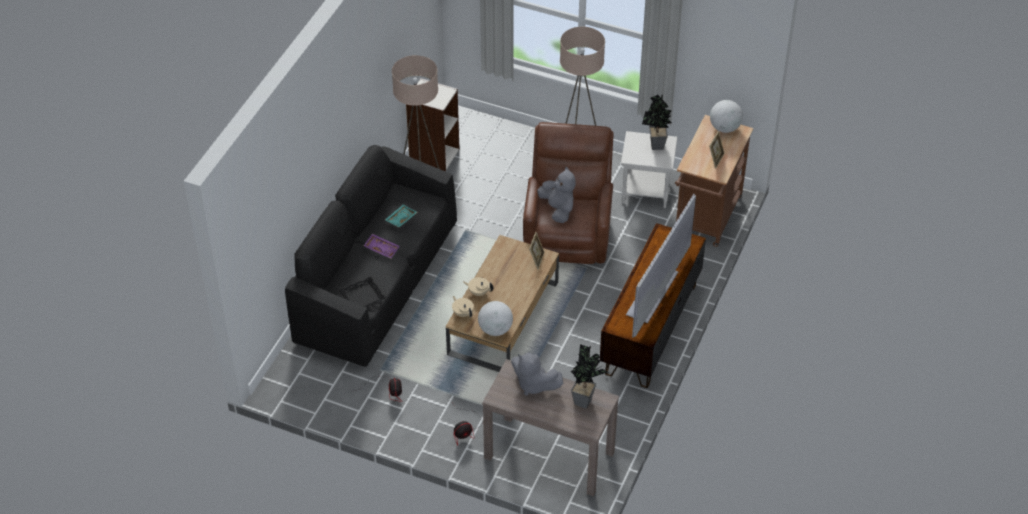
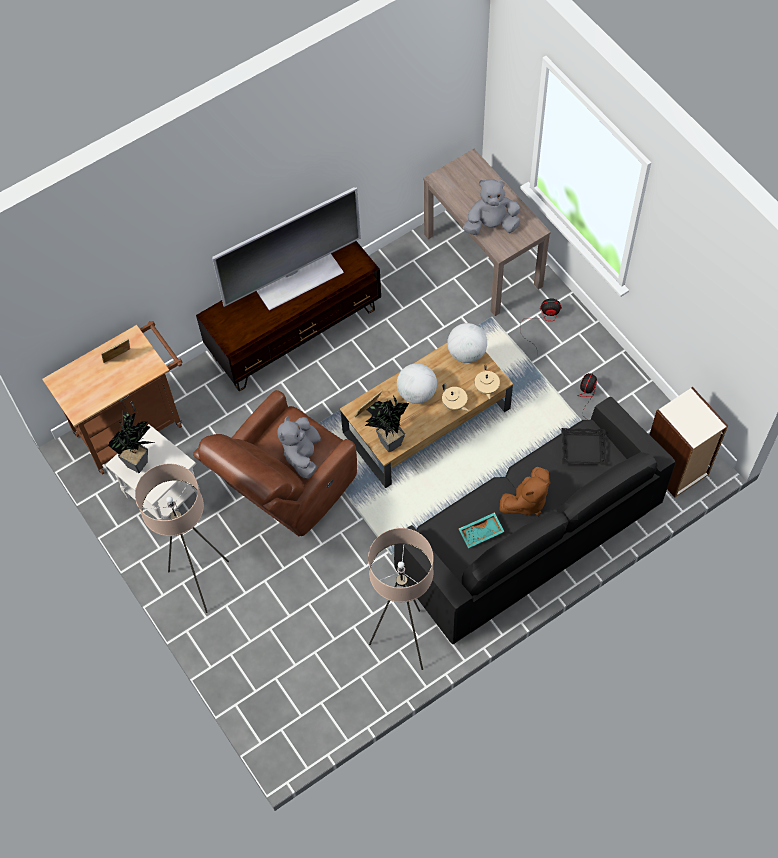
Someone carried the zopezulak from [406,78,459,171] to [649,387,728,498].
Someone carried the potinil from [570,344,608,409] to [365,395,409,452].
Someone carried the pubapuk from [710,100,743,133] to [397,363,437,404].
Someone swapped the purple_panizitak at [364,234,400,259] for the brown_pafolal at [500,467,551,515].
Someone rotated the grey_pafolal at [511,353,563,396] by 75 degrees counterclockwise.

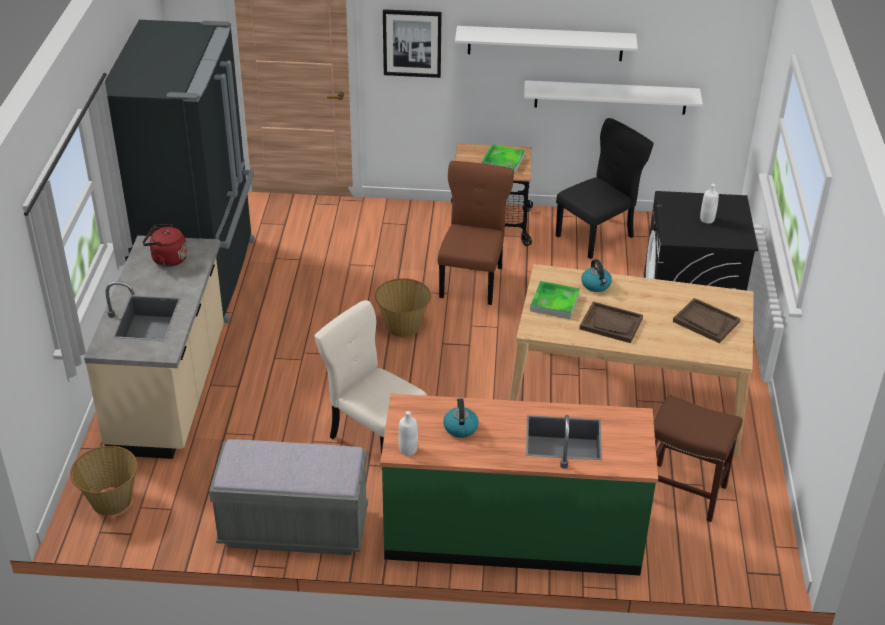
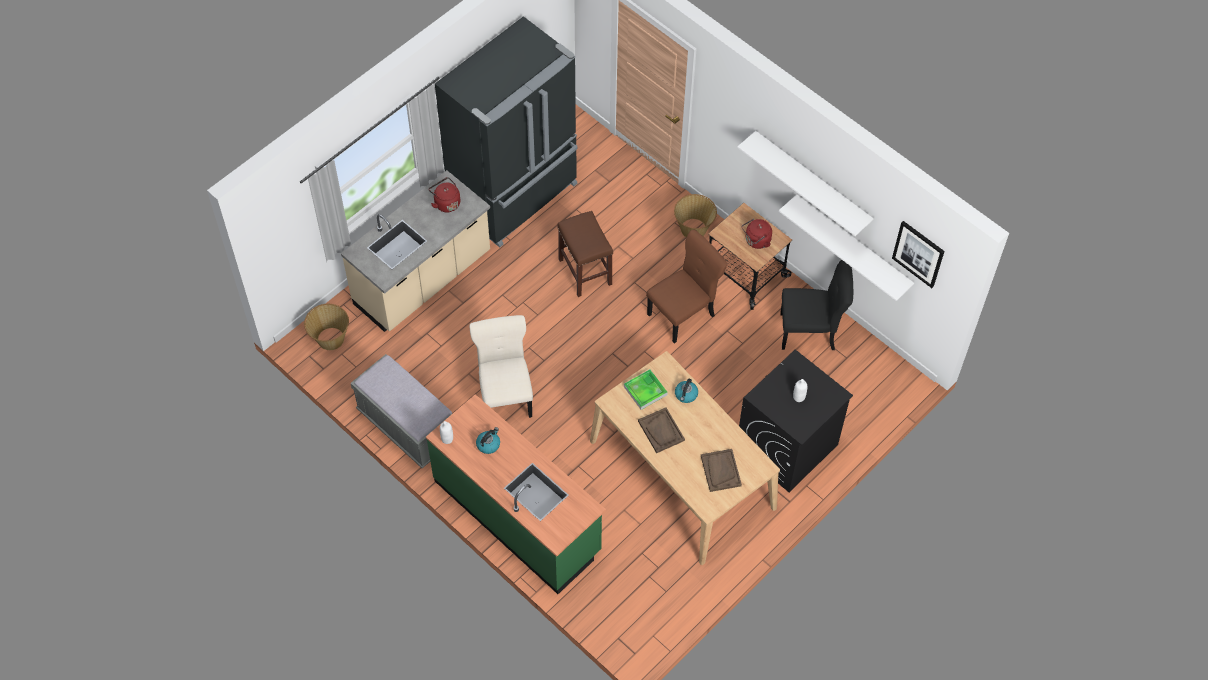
Someone carried the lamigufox from [375,278,431,337] to [674,194,717,238].
Someone carried the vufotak from [383,9,442,78] to [892,221,945,288].
Someone carried the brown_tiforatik from [654,394,742,522] to [558,211,613,297].
Someone swapped the panizitak at [482,144,525,174] for the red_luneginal at [742,219,772,249].

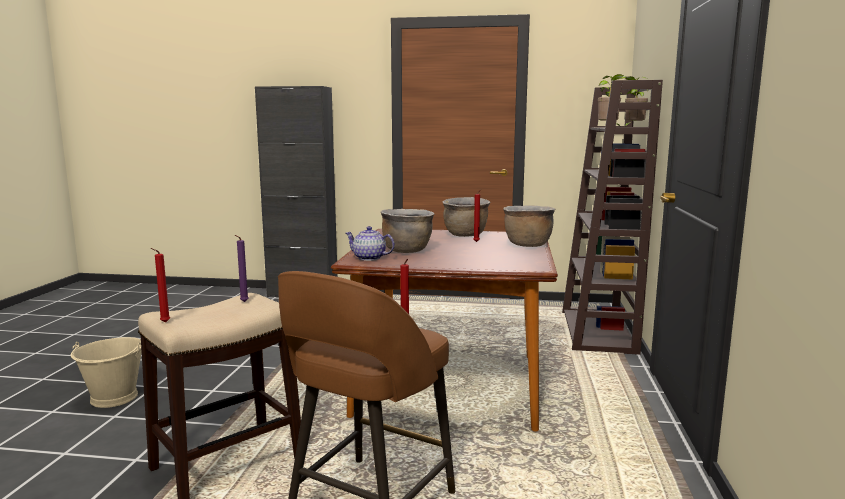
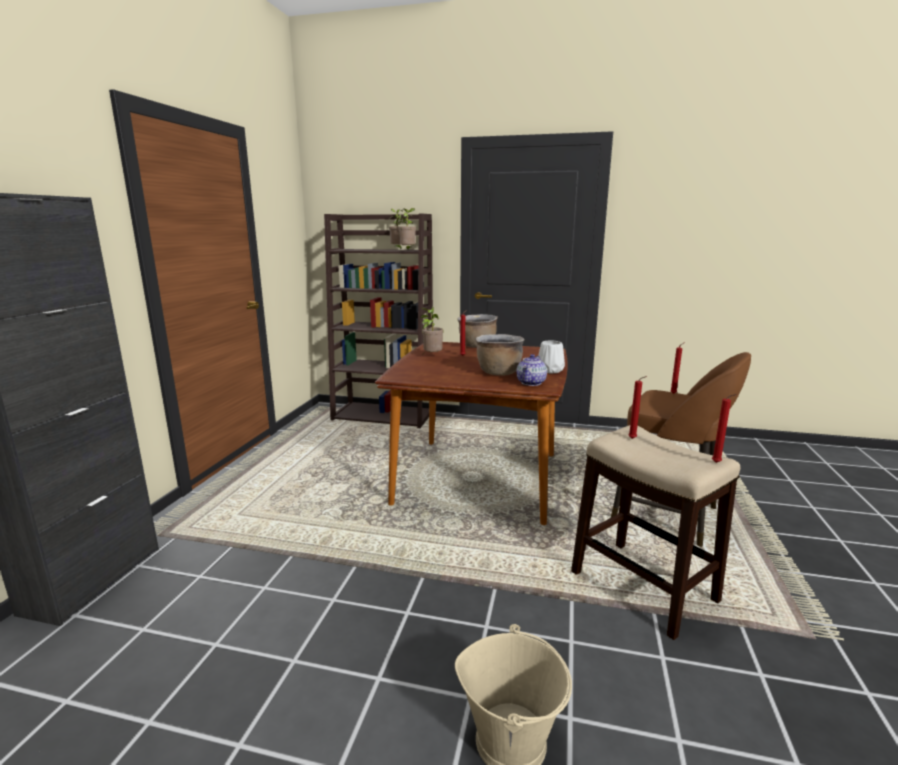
Someone put down the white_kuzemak at [538,340,565,373].
Someone swapped the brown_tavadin at [443,197,490,237] for the potinil at [421,307,444,354].
Someone repainted the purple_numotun at [235,235,249,302], which became the red_numotun at [628,376,647,439].

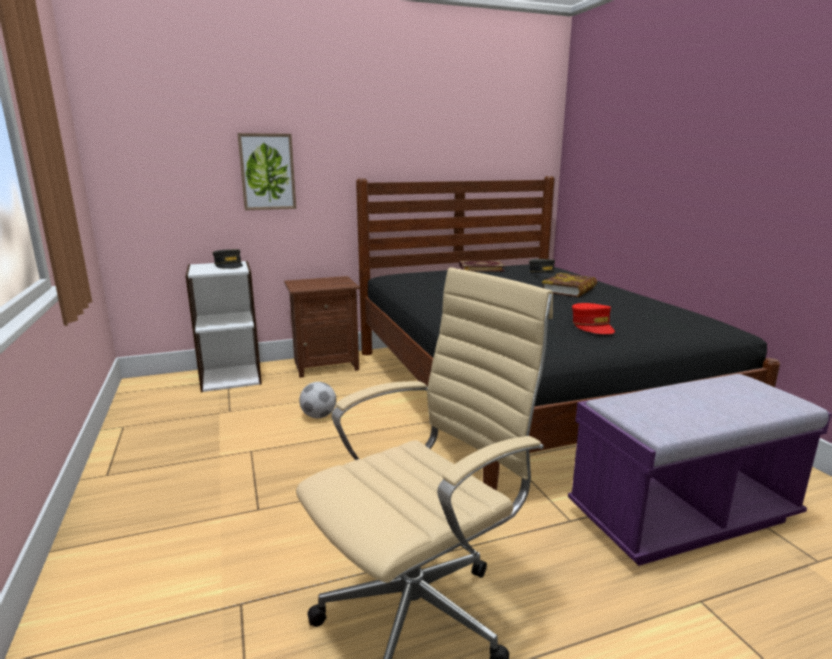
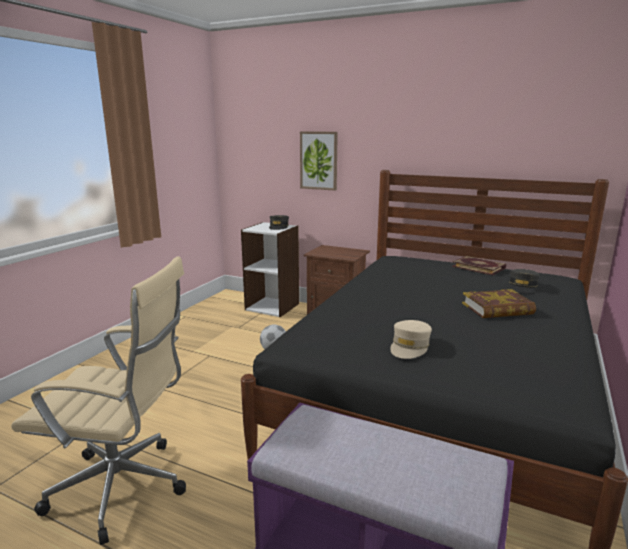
Someone repainted the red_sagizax at [572,303,615,334], which became the beige_sagizax at [390,320,432,359].

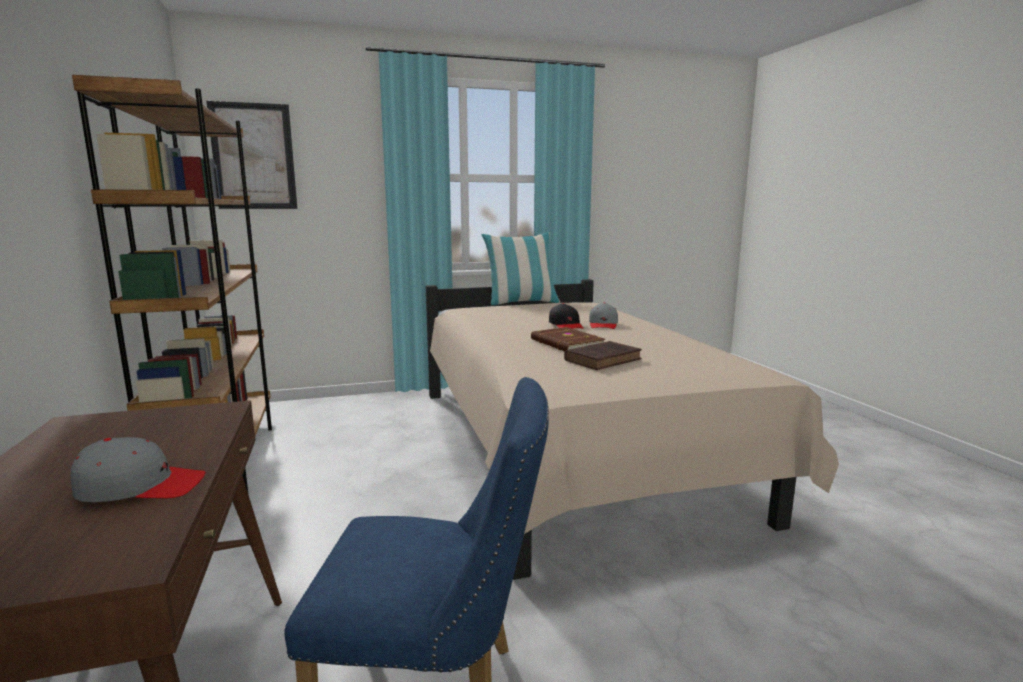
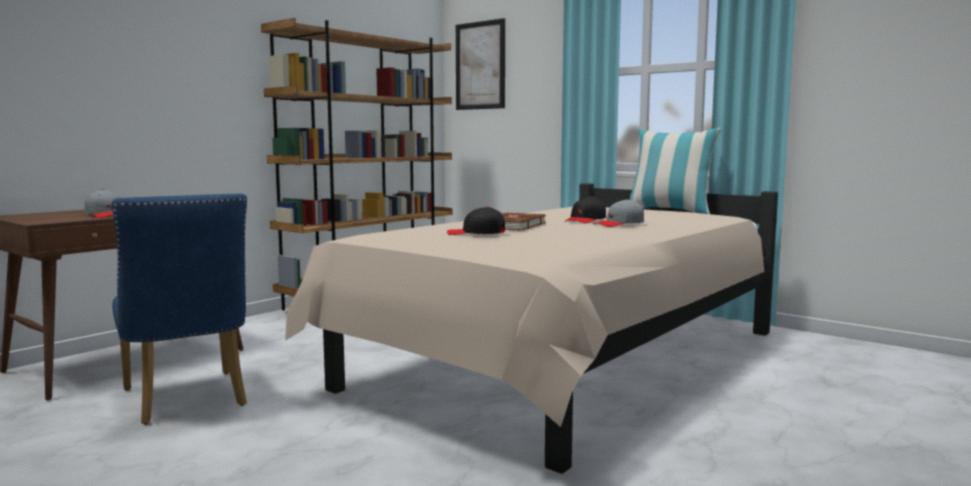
Someone swapped the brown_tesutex at [564,341,642,370] for the black_sagizax at [447,207,505,235].

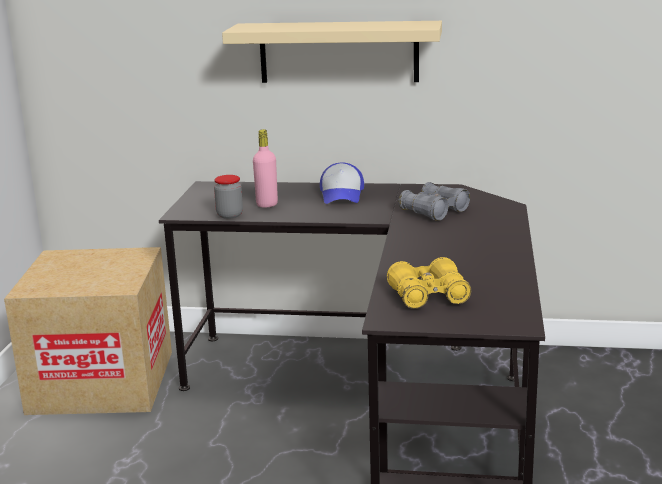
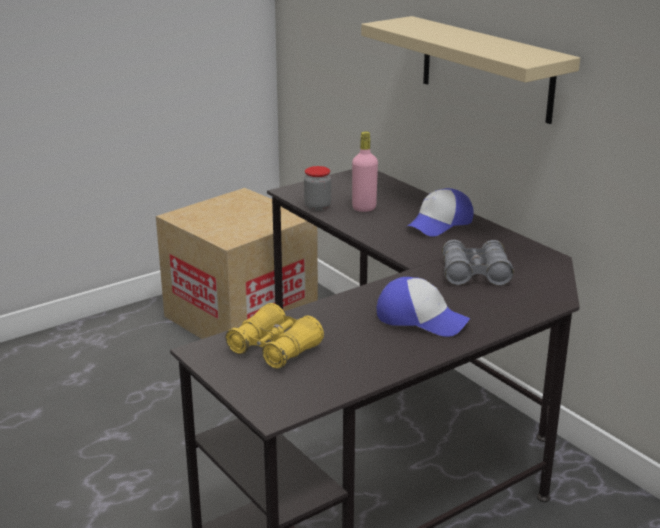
Someone put down the sagizax at [377,277,470,337].

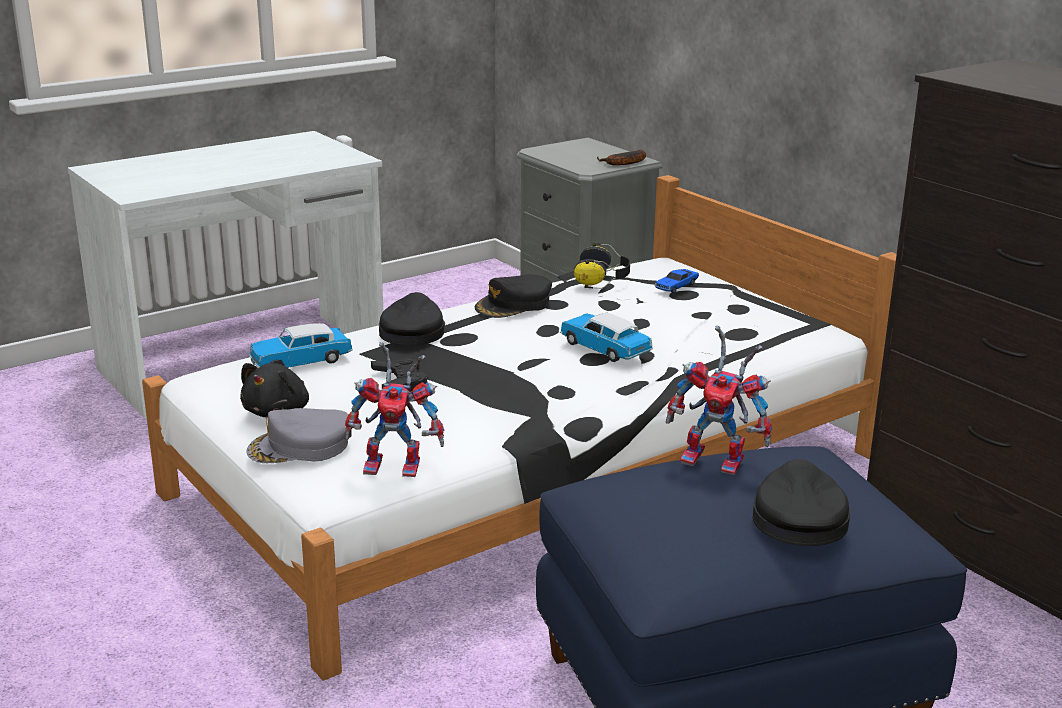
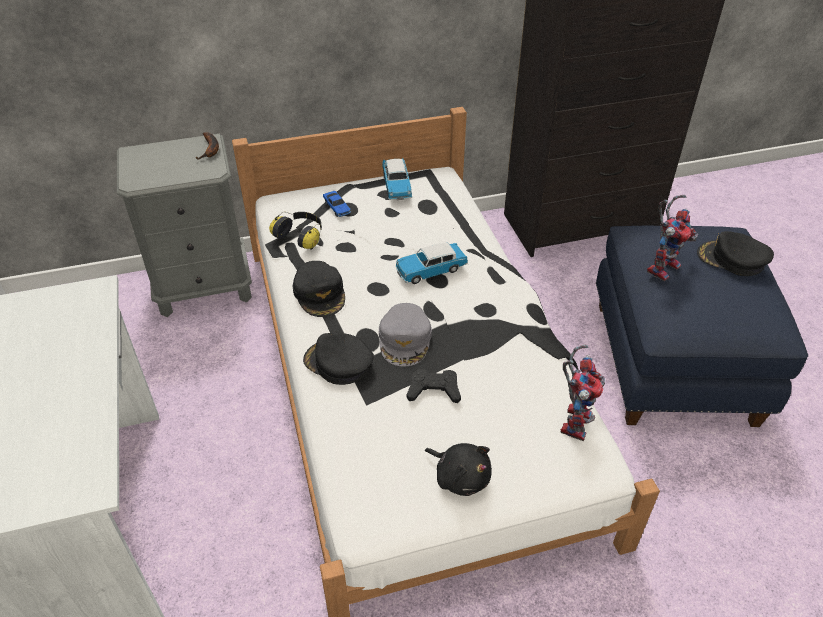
Someone carried the grey_sagizax from [247,408,348,463] to [379,303,432,367].
Someone carried the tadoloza from [249,323,353,368] to [382,158,412,200].

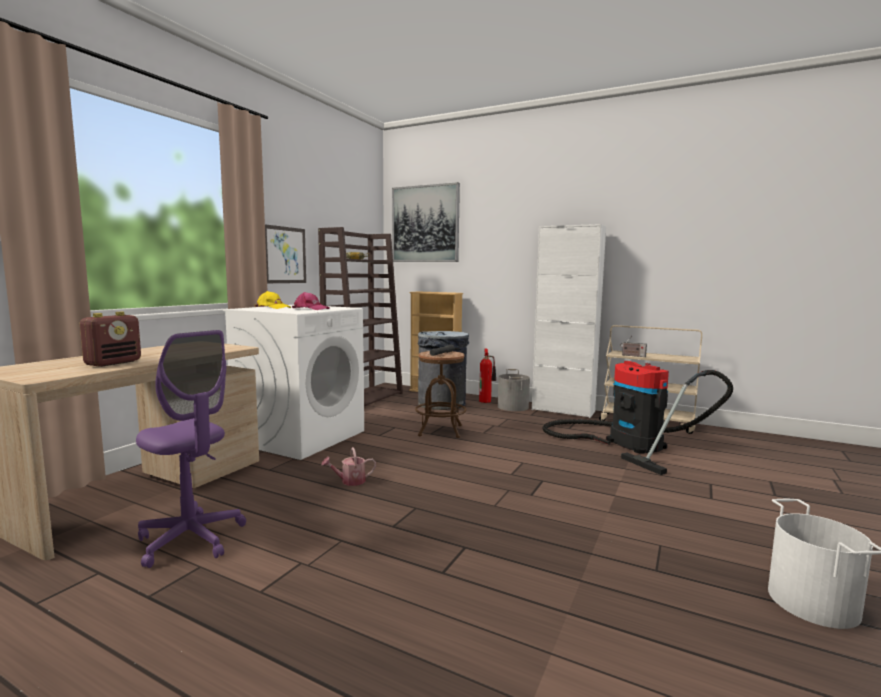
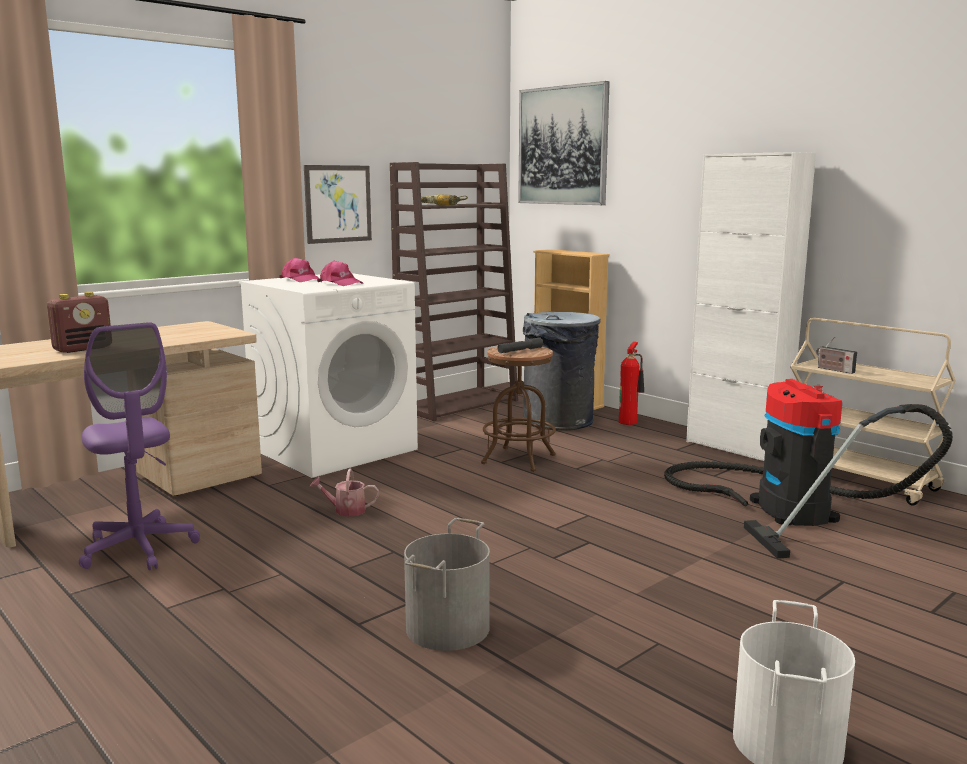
Someone carried the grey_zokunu from [498,369,530,411] to [404,518,490,651].
Someone repainted the yellow_sagizax at [255,291,291,309], which became the pink_sagizax at [279,258,320,282].

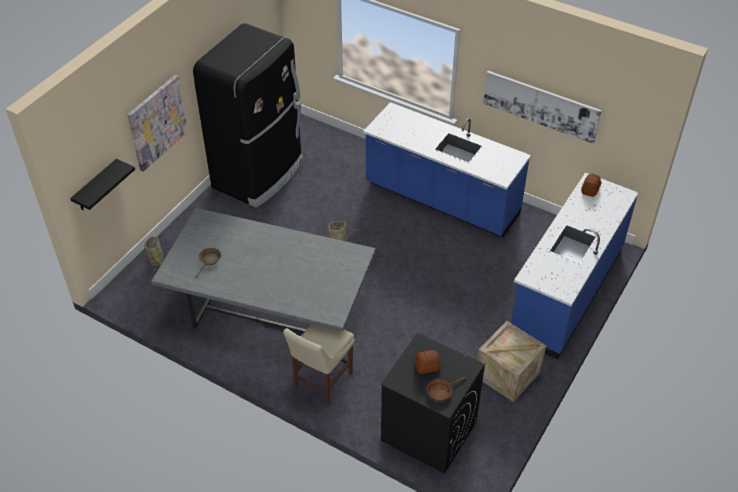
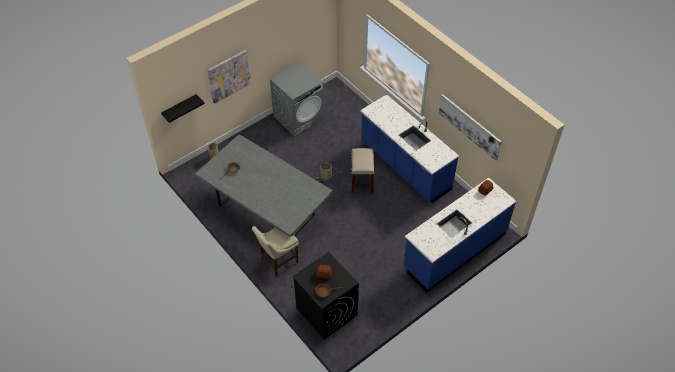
Someone took away the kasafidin at [477,321,546,402].
Someone put down the beige_tiforatik at [351,148,374,193].
Someone swapped the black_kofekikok at [193,23,303,208] for the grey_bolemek at [269,61,324,137].

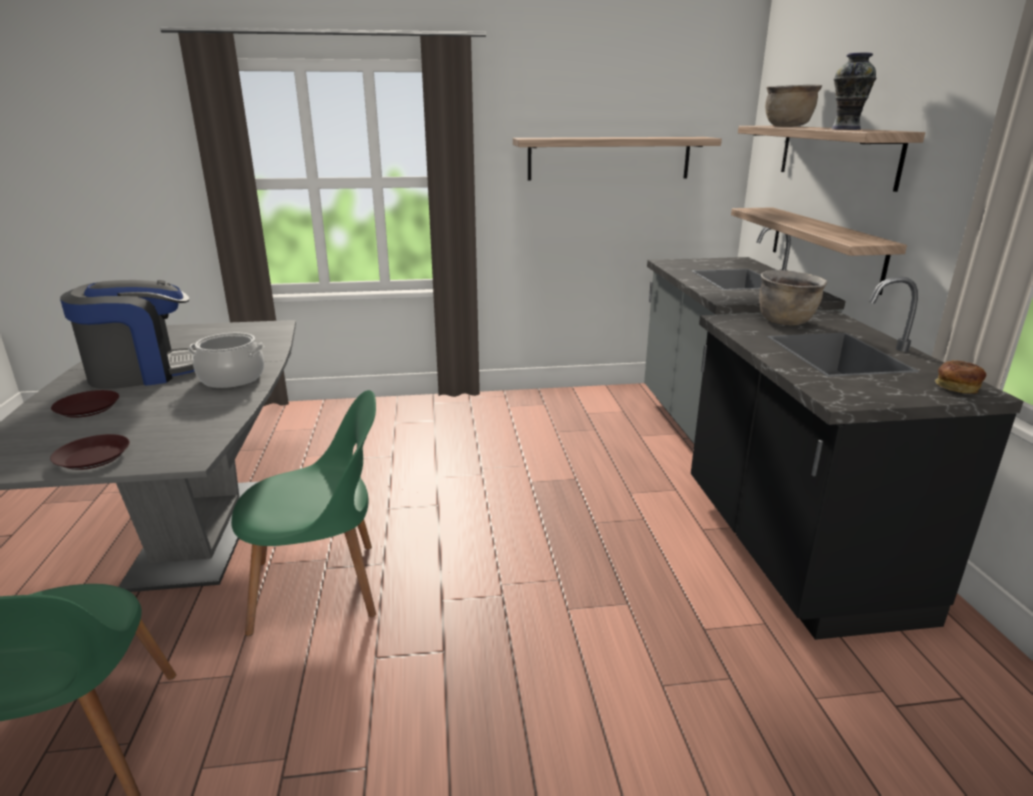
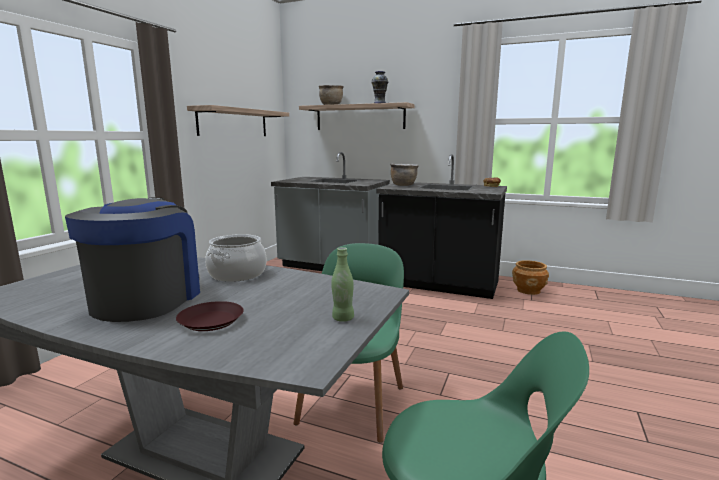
Someone took away the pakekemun at [731,207,907,295].
Someone put down the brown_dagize at [512,260,549,295].
Someone swapped the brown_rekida at [50,434,130,470] for the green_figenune at [331,247,354,322].

